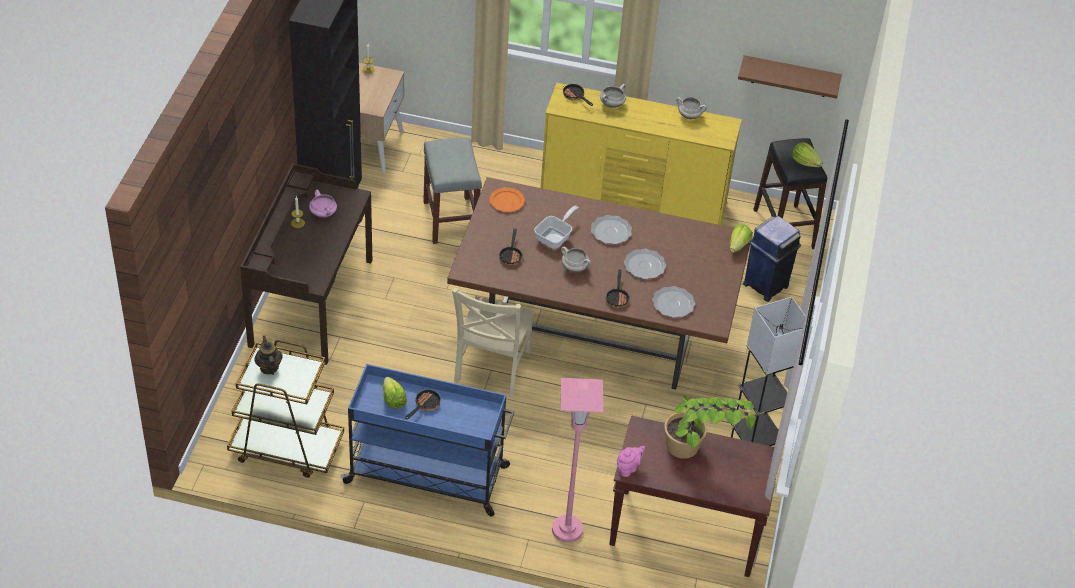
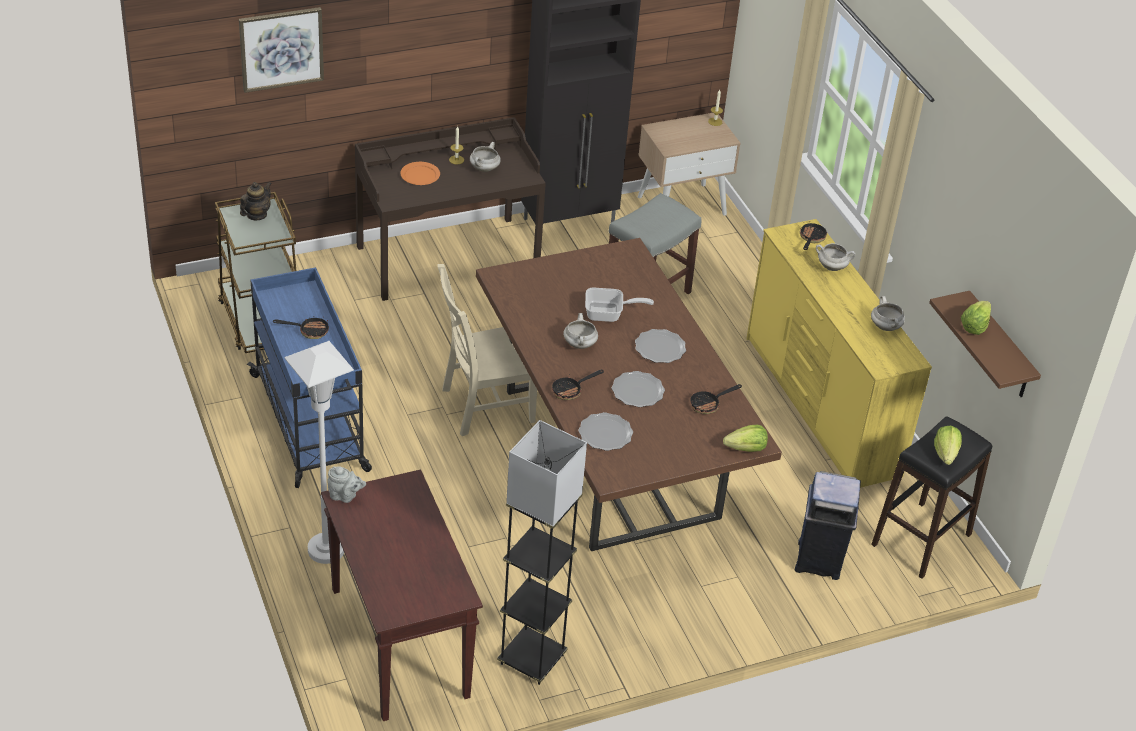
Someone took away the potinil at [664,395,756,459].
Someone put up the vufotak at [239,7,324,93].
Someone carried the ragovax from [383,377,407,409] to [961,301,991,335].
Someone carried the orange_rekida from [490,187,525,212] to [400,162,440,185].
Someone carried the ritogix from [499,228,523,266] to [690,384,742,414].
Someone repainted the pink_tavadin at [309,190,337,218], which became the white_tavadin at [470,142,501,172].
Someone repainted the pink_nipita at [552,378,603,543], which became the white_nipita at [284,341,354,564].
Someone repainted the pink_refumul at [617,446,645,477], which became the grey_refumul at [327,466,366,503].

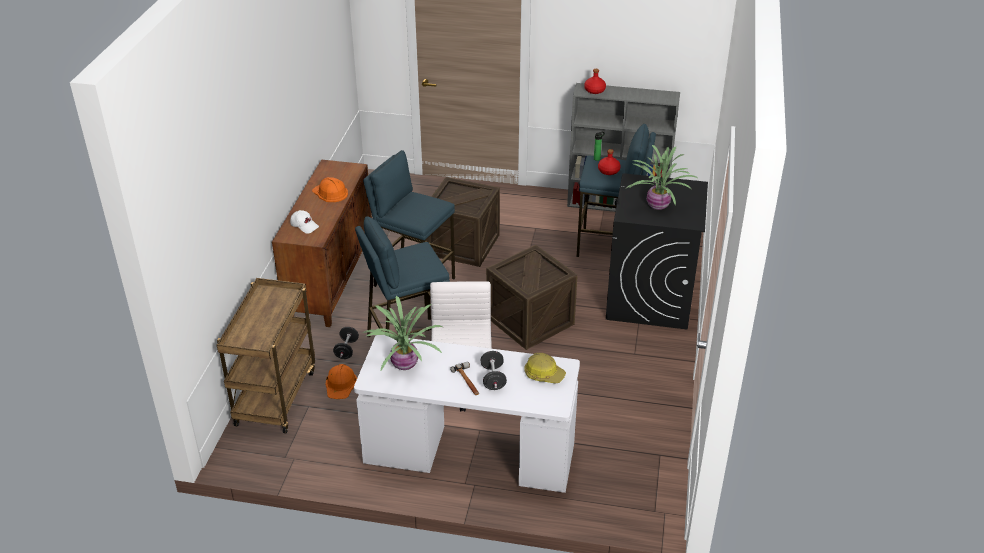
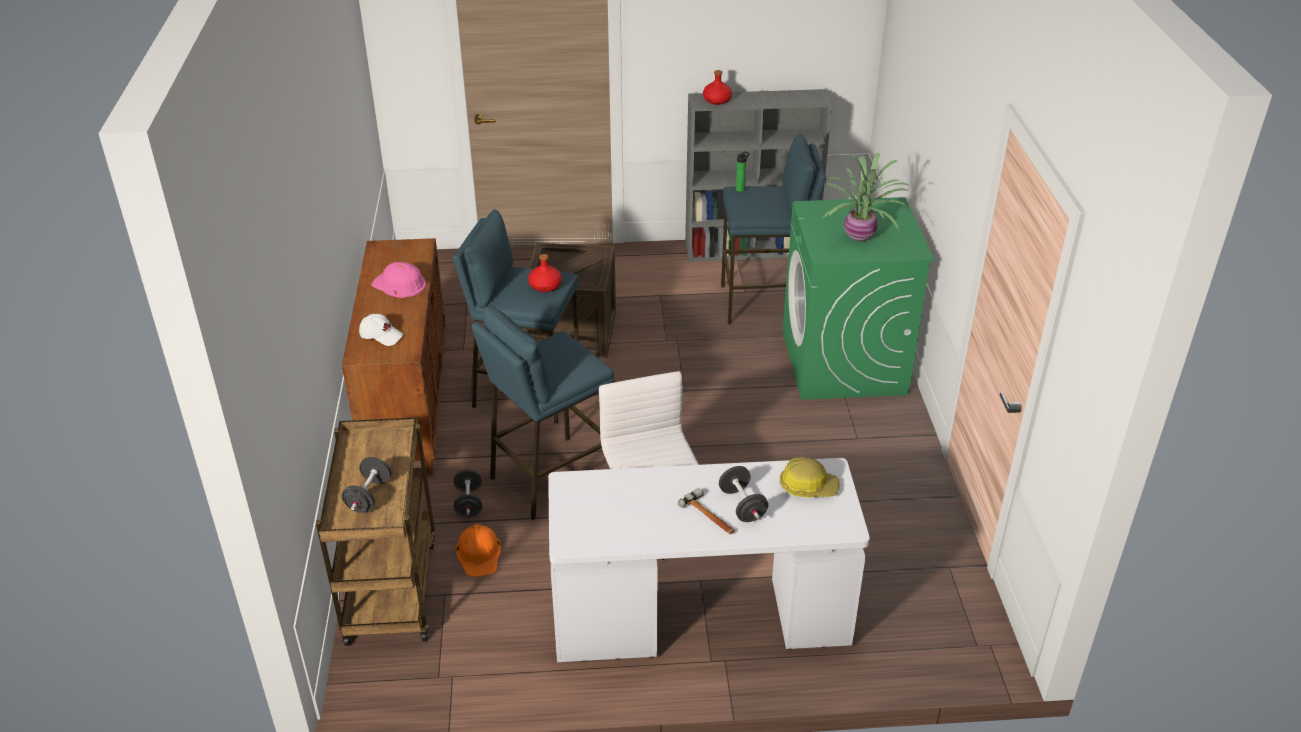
Someone took away the potinil at [362,296,442,372].
Someone took away the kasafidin at [486,245,578,350].
Someone put down the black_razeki at [342,457,391,513].
Someone carried the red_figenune from [598,149,621,175] to [528,254,562,292].
Someone repainted the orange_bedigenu at [312,177,348,202], which became the pink_bedigenu at [371,262,426,298].
Someone repainted the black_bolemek at [606,173,708,330], which became the green_bolemek at [783,197,935,400].

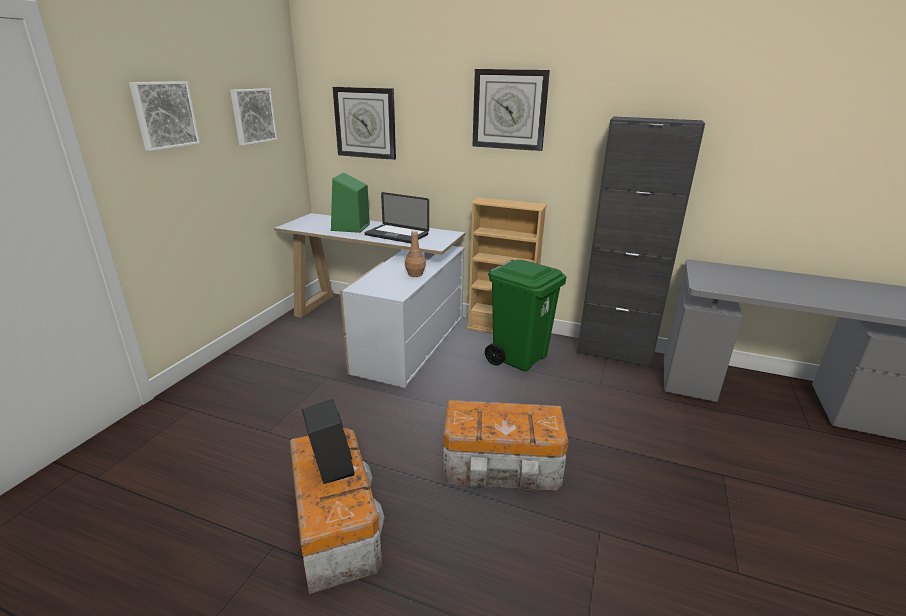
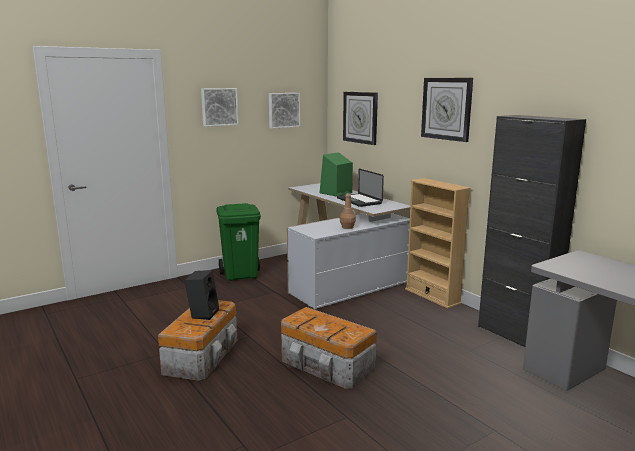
Someone carried the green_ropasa from [485,260,566,372] to [216,203,261,281].

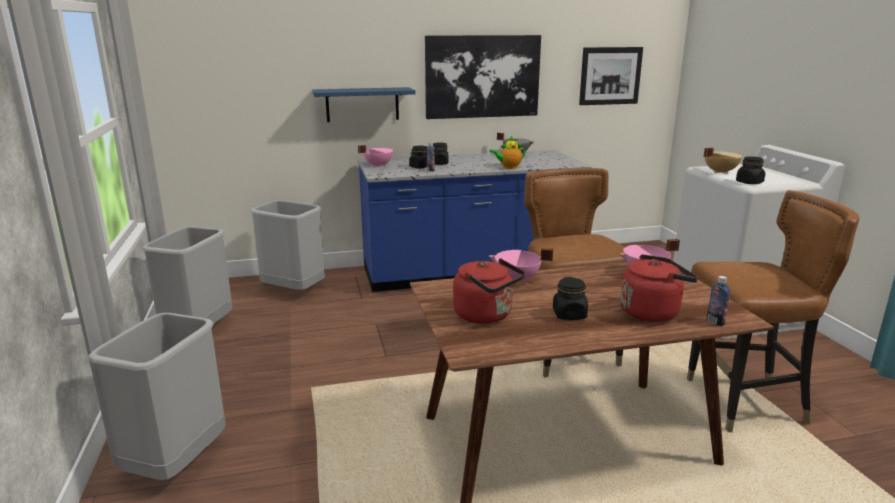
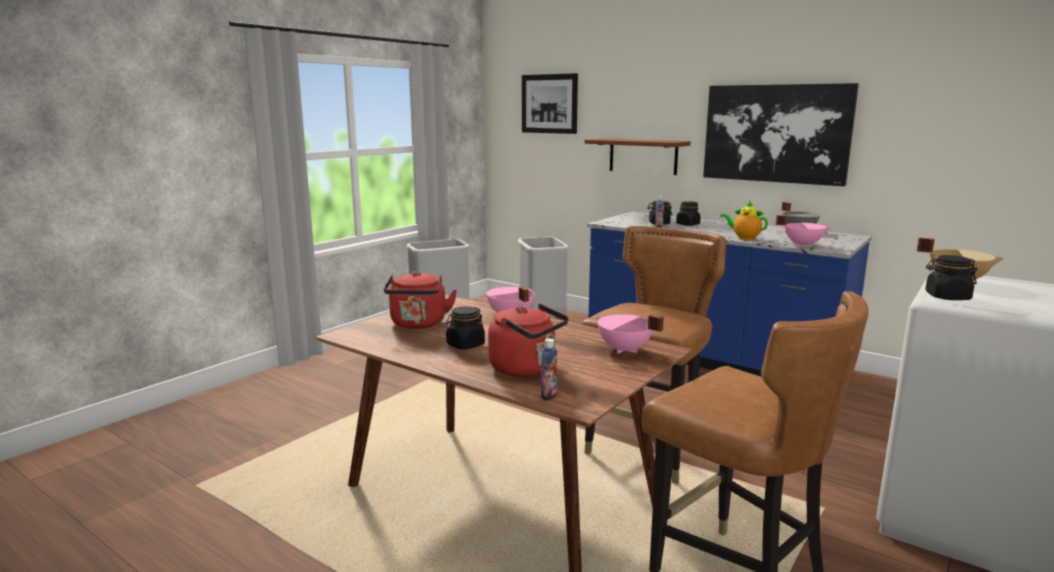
Someone took away the grey_ropasa at [88,313,226,480].
Someone carried the pink_tavadin from [358,145,394,167] to [775,215,831,247].
Someone carried the vufotak from [579,47,643,105] to [522,73,578,134].
Someone repainted the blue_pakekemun at [313,87,416,122], which became the brown_pakekemun at [585,138,691,175].

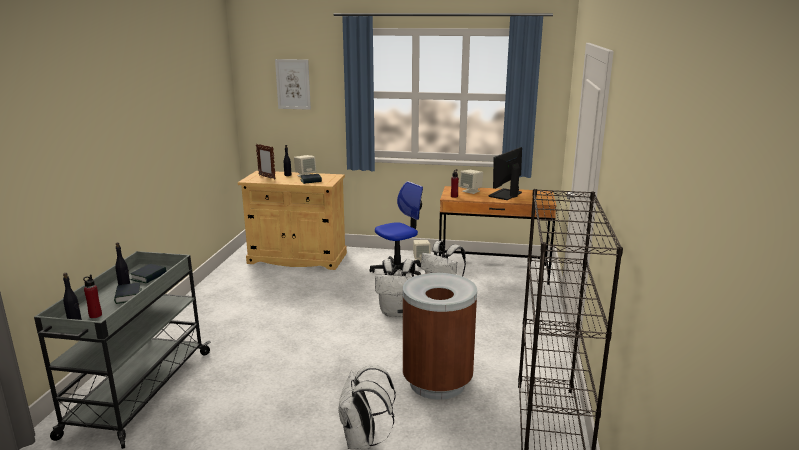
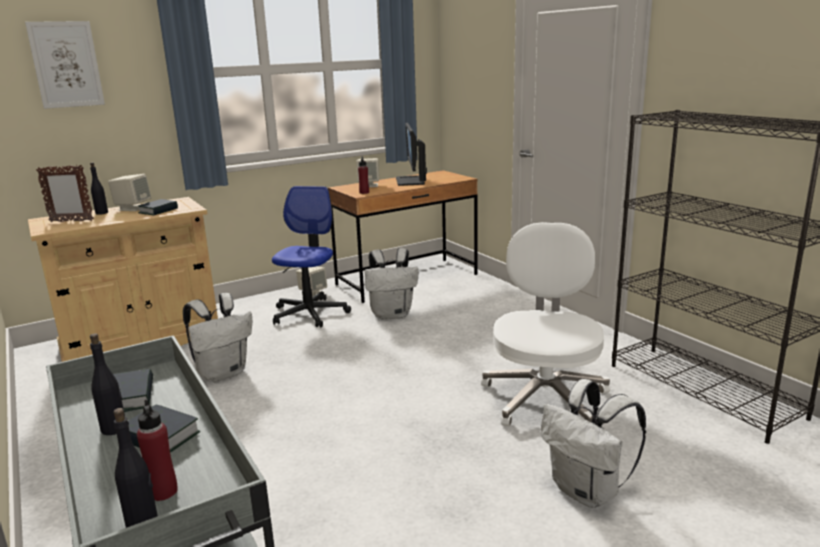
Someone carried the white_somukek from [375,259,415,317] to [183,293,252,382].
Someone swapped the brown_ropasa at [403,273,477,400] for the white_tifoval at [481,222,610,426].

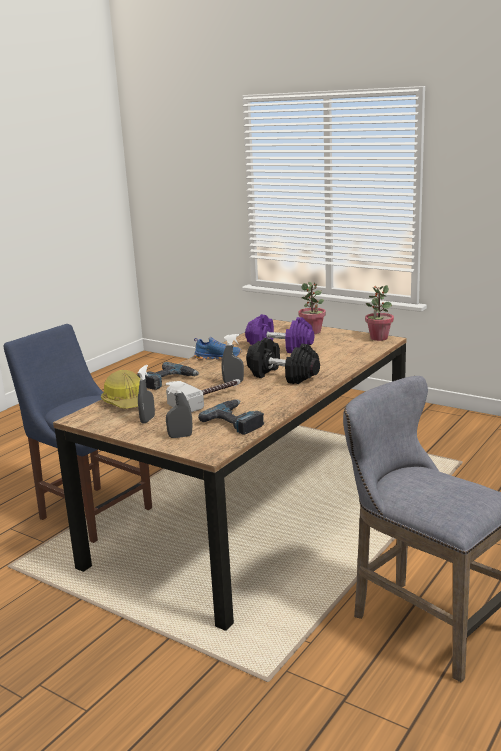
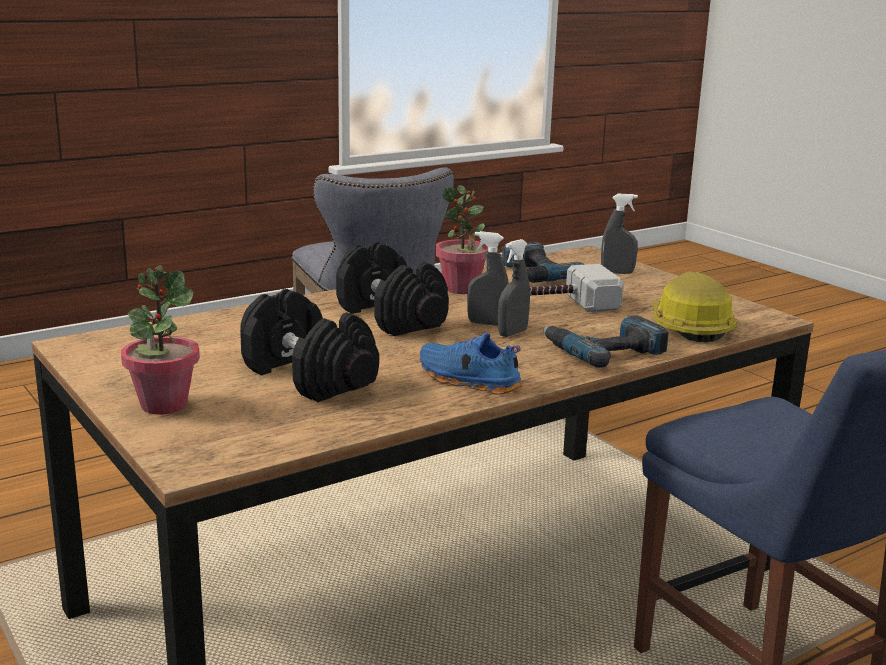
Someone carried the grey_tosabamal from [138,365,155,424] to [498,239,530,337].
Someone carried the potinil from [365,285,394,341] to [435,185,488,294].
Someone repainted the purple_razeki at [245,314,314,353], which became the black_razeki at [240,289,379,402].

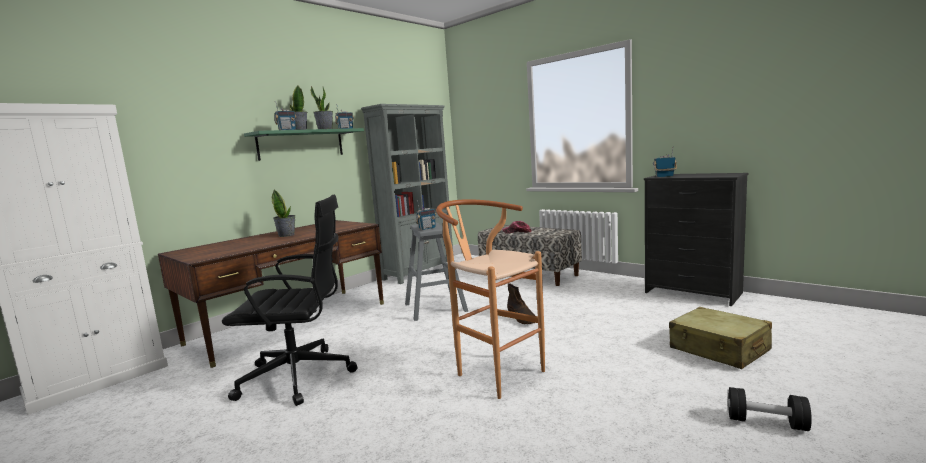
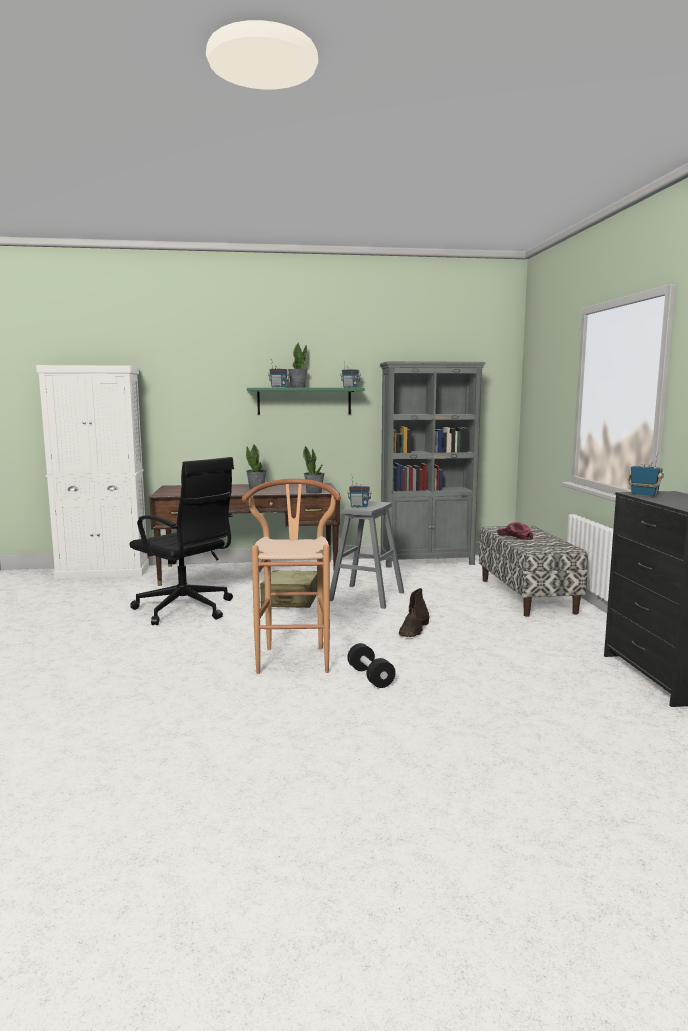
Someone carried the potinil from [310,86,333,129] to [303,446,325,493].
Someone carried the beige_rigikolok from [669,307,772,369] to [260,570,317,608].
Someone carried the black_razeki from [728,387,812,431] to [347,643,395,688].

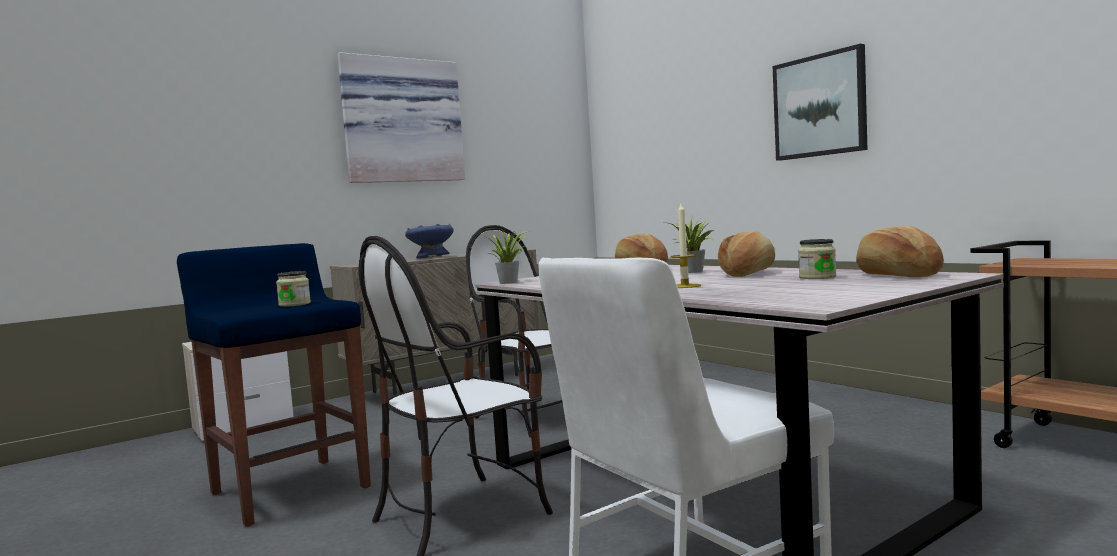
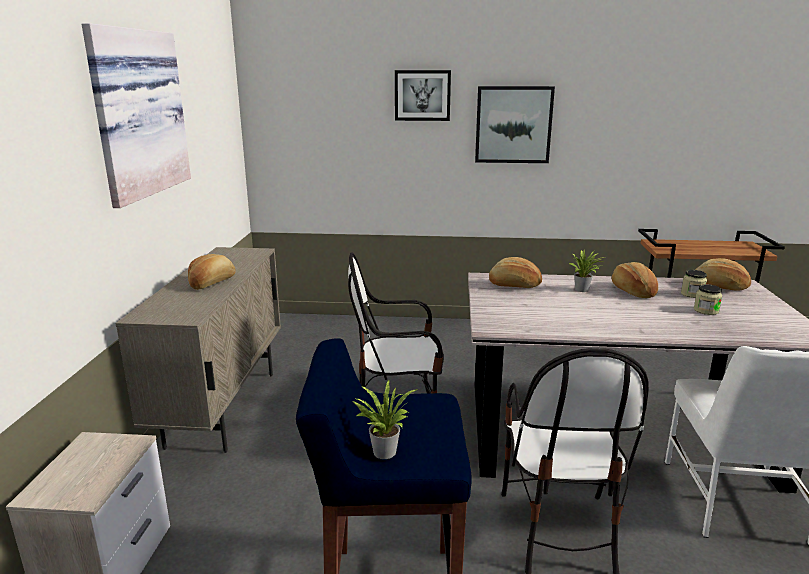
Someone took away the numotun at [670,203,701,288].
Someone put up the vufotak at [395,70,451,121].
Someone carried the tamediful from [276,271,311,307] to [694,284,722,315].
Someone carried the potinil from [485,231,530,284] to [353,380,418,459].
Someone swapped the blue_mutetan at [405,224,454,258] for the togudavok at [188,254,236,290].

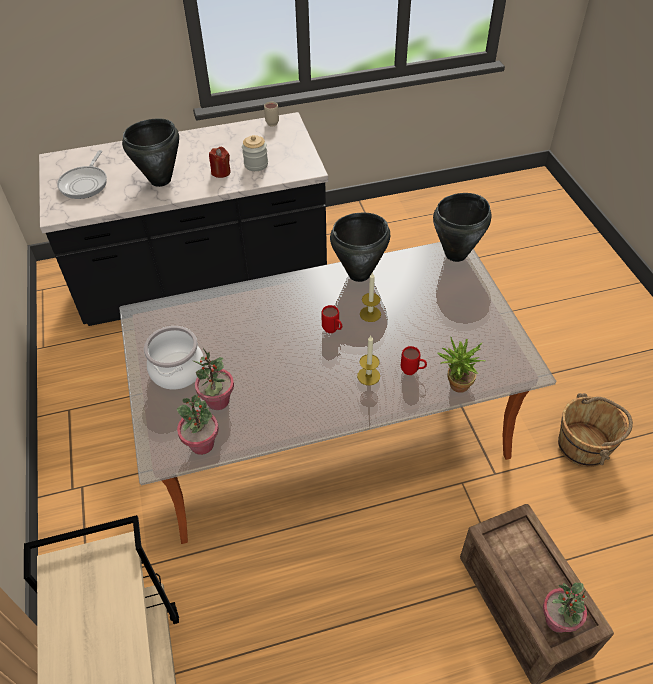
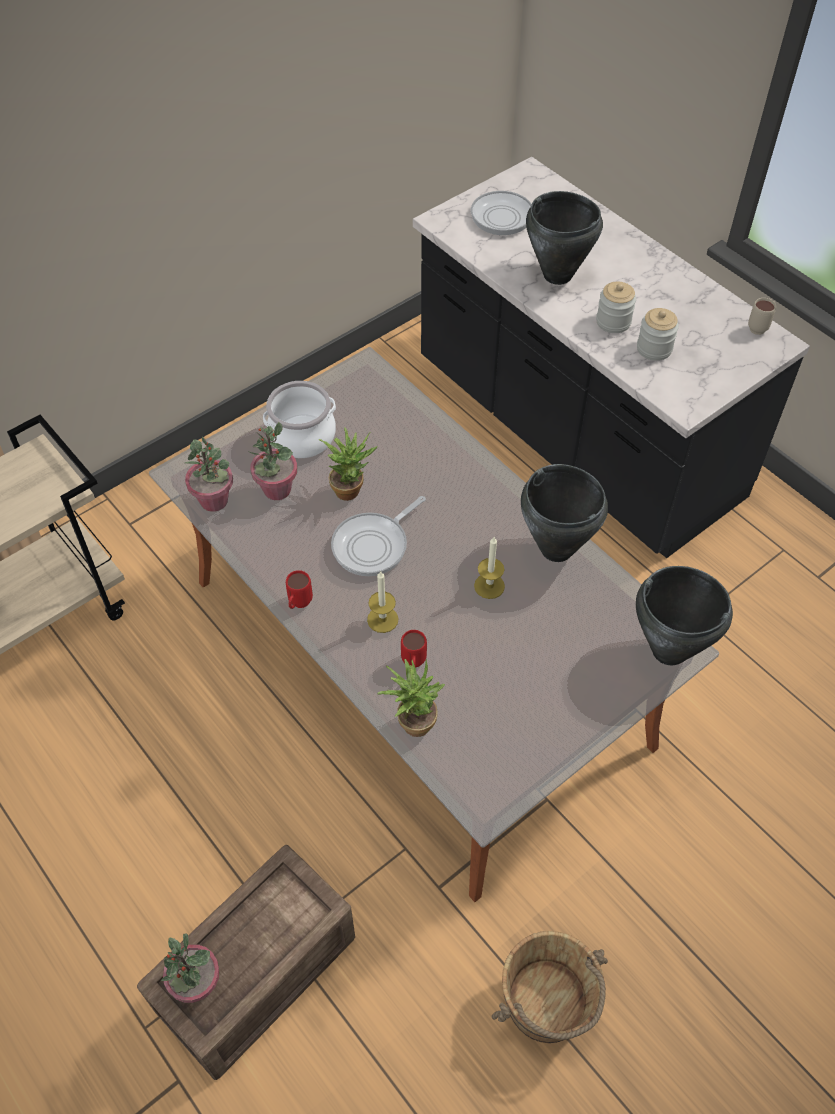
Someone put down the potinil at [319,428,378,501].
Someone put down the ritogix at [331,496,426,576].
Someone carried the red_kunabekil from [321,305,342,333] to [286,570,313,609].
Someone swapped the red_numotun at [209,147,231,178] for the tamediful at [596,282,636,333].

